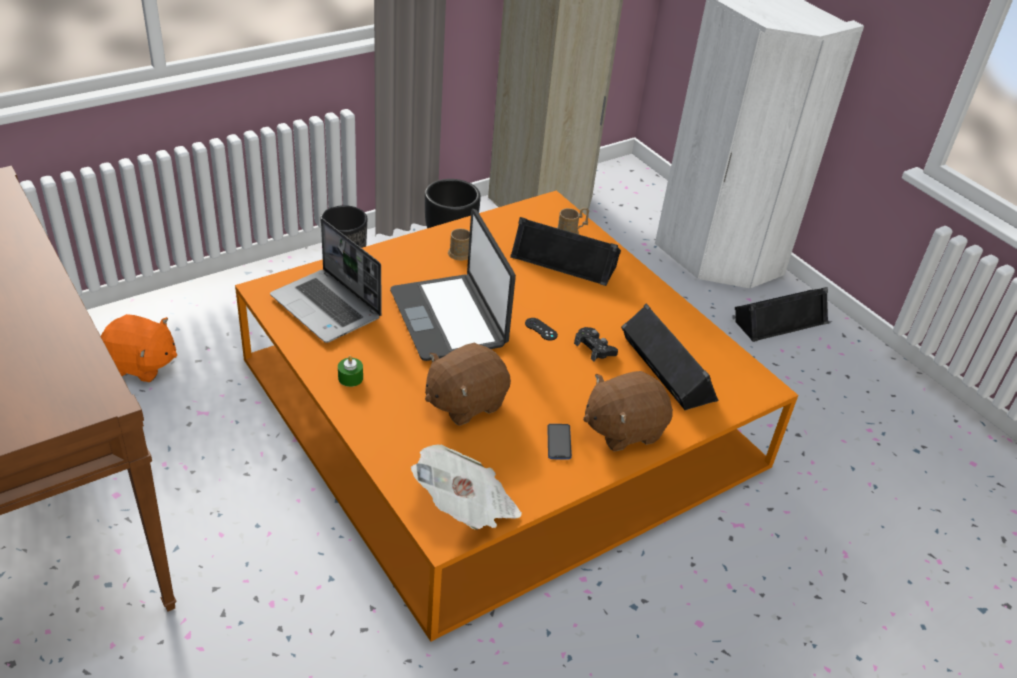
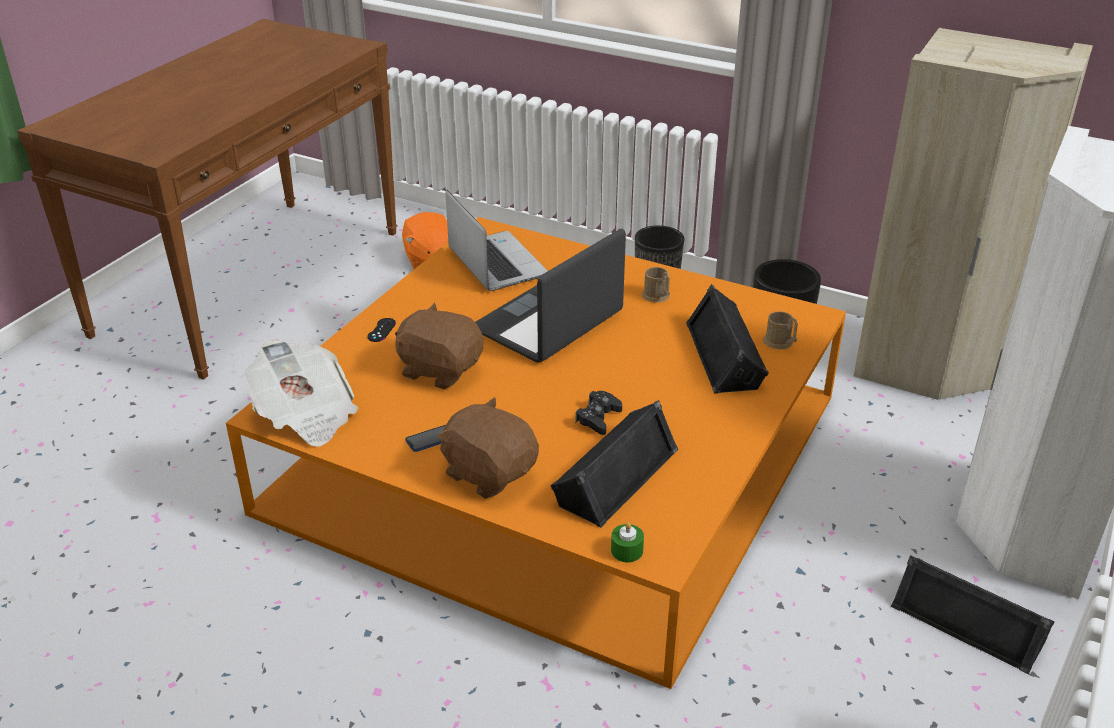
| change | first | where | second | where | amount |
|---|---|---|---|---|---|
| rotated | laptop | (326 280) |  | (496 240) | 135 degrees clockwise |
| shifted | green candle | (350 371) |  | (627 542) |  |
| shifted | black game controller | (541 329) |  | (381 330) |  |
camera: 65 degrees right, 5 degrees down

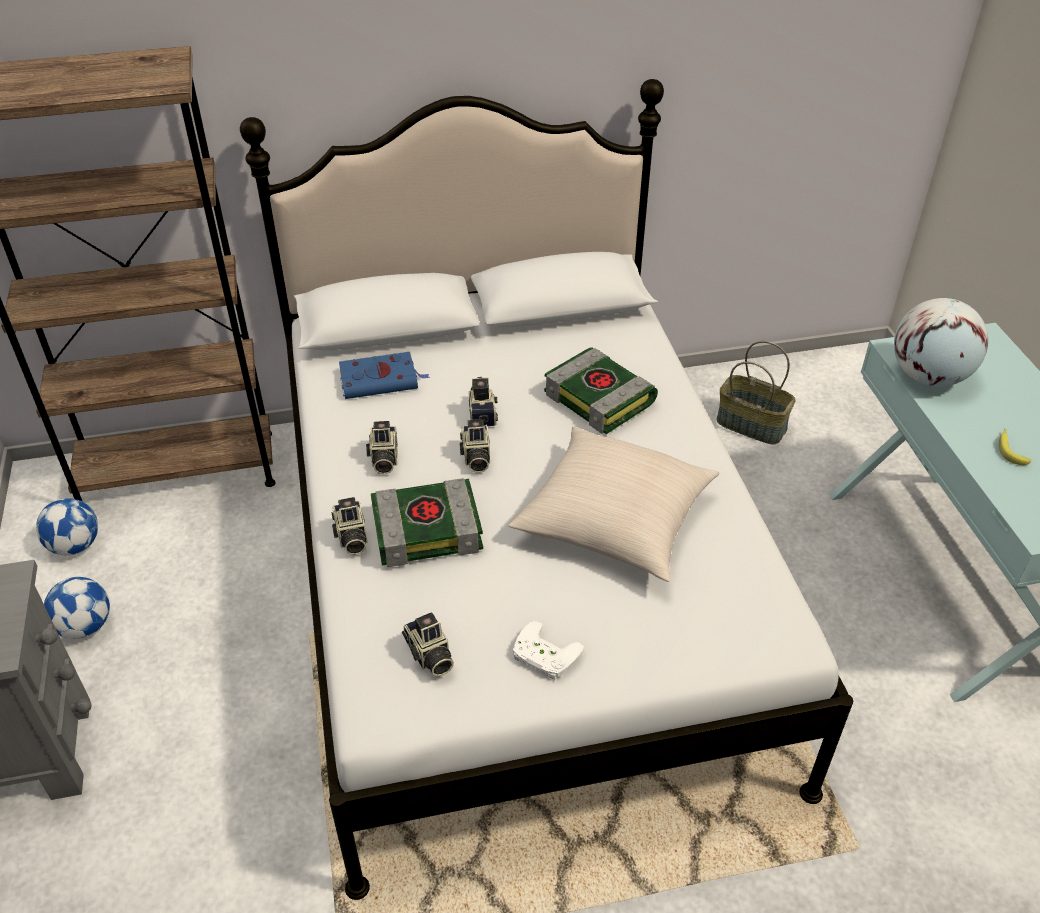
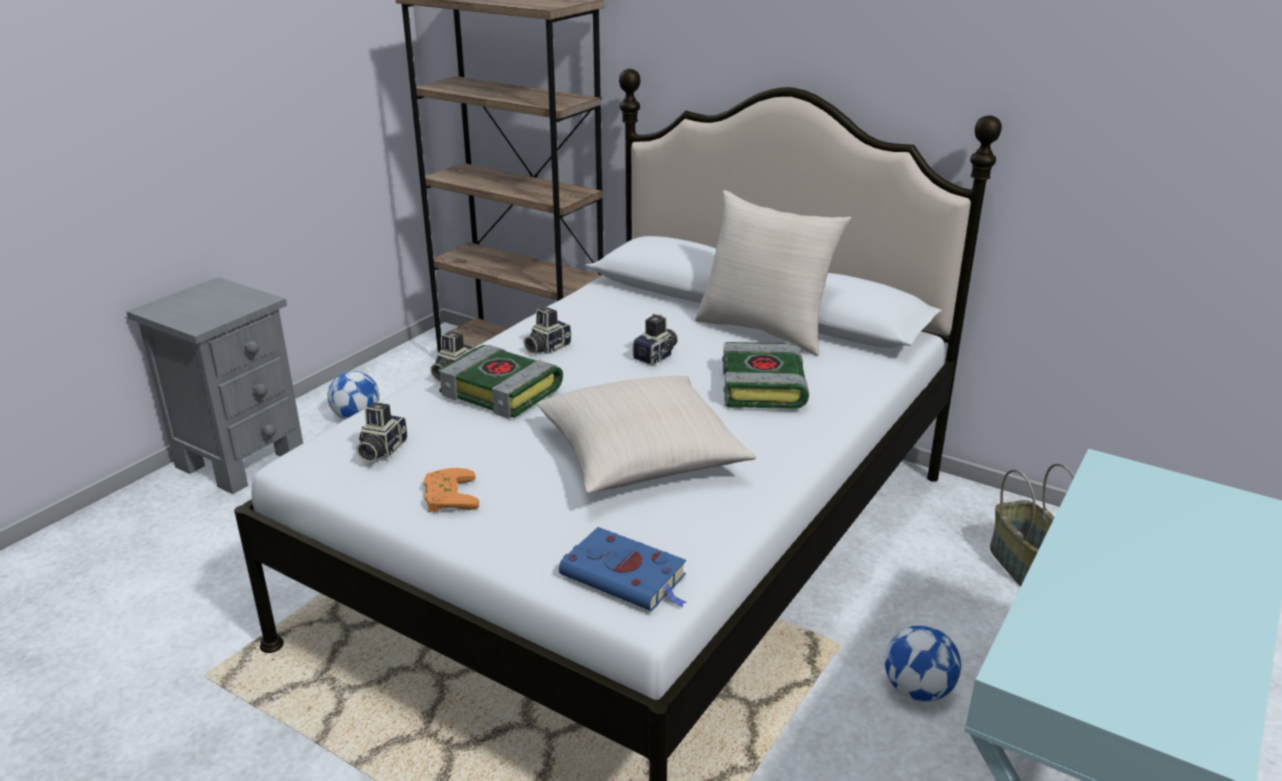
| change | first | where | second | where | amount |
|---|---|---|---|---|---|
| shifted | football | (67 526) |  | (923 663) |  |
| shifted | blue book | (384 375) |  | (623 569) |  |
| gone | photo camera | (475 446) |  |  |  |
| repainted | white game controller | (548 650) | orange game controller | (451 490) |  |
| gone | globe | (941 342) |  |  |  |
| gone | banana | (1015 446) |  |  |  |
| new |  |  | beige pillow | (773 273) |  |
camera: 45 degrees right, 15 degrees down

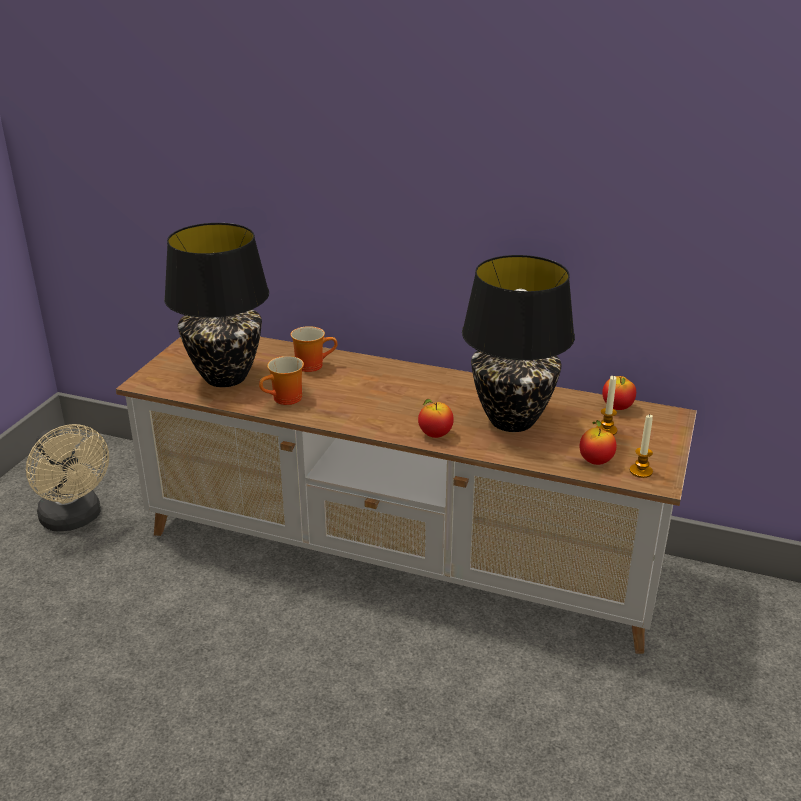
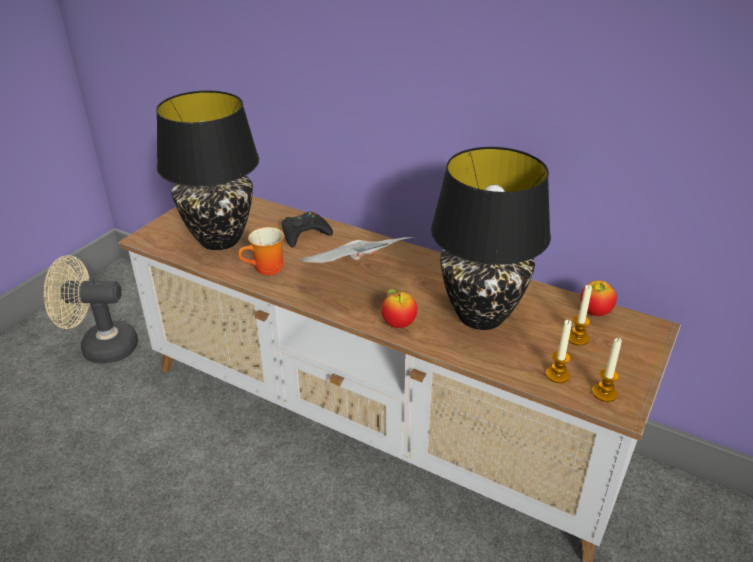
| change | first | where | second | where | amount |
|---|---|---|---|---|---|
| rotated | beige fan | (67 477) |  | (91 309) | 120 degrees clockwise |
| swapped | mug | (314 349) | black game controller | (307 230) |  |
| swapped | apple | (598 442) | candle | (559 351) |  |
| new |  |  | newspaper | (356 250) |  |
camera: 10 degrees right, 5 degrees up

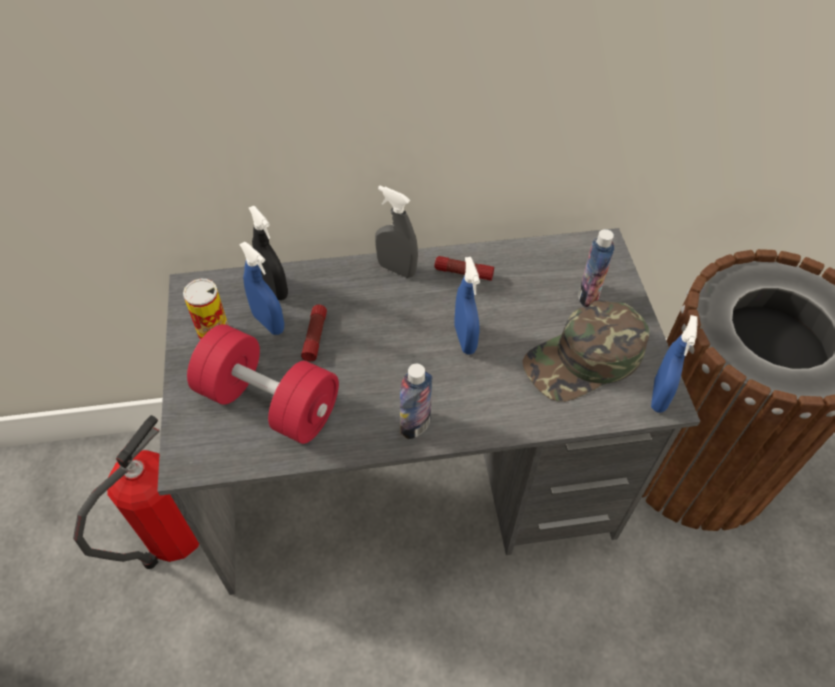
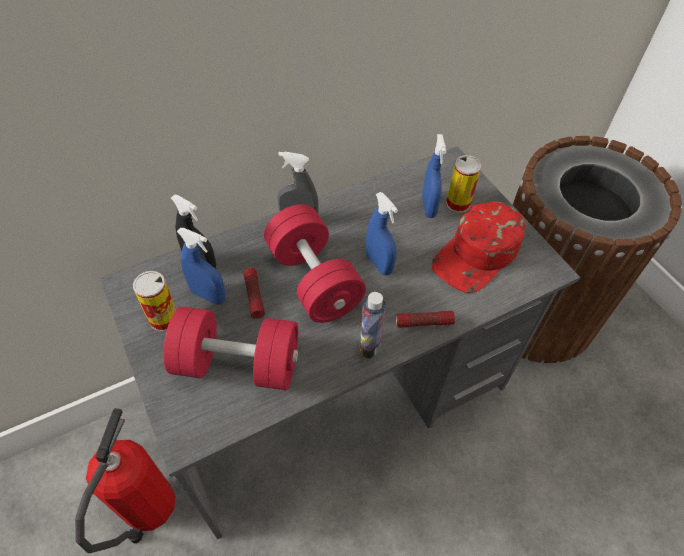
| change | first | where | second | where | amount |
|---|---|---|---|---|---|
| shifted | flashlight | (464 268) |  | (425 319) |  |
| repainted | green cap | (585 351) | red cap | (478 247) |  |
| swapped | bottle | (596 268) | can | (463 184) |  |
| shifted | blue spray bottle | (674 364) |  | (434 176) |  |
| new |  |  | red dumbbell | (315 263) |  |
camera: 20 degrees left, 0 degrees up

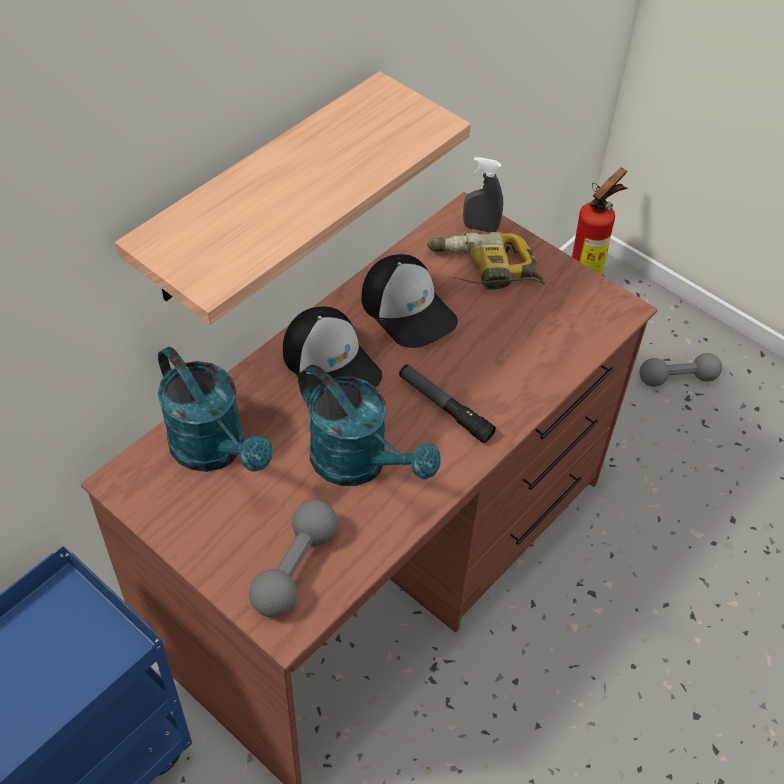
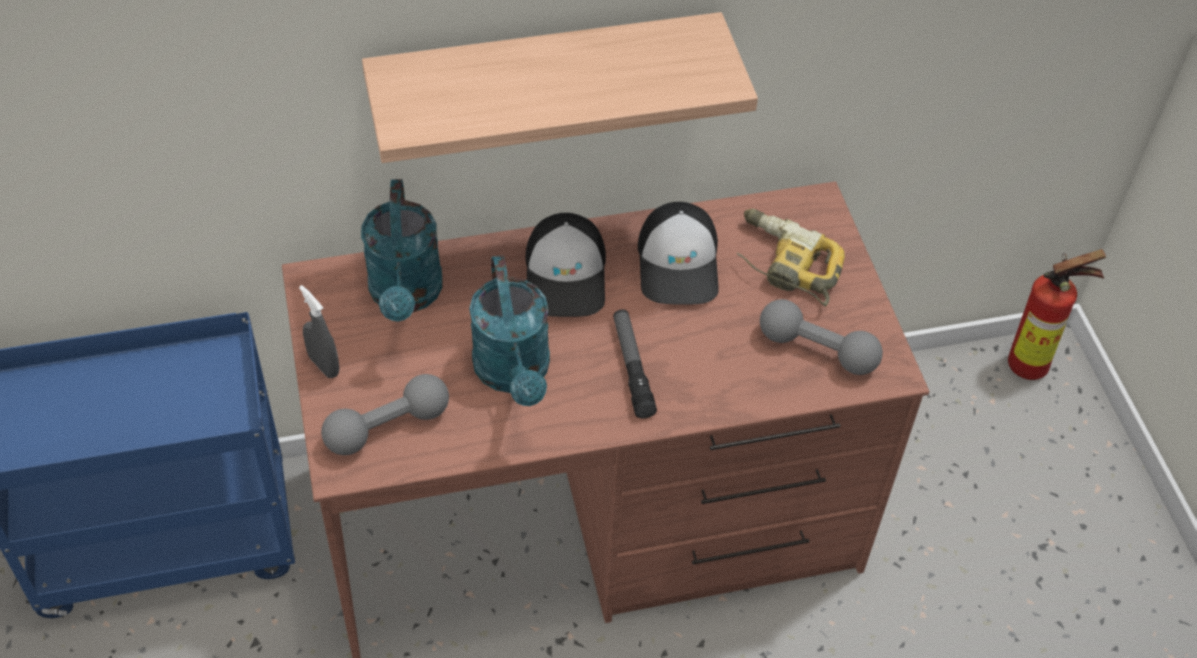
| change | first | where | second | where | amount |
|---|---|---|---|---|---|
| shifted | grey spray bottle | (483 194) |  | (319 331) |  |
| shifted | grey dumbbell | (681 370) |  | (821 337) |  |
camera: 35 degrees right, 0 degrees up

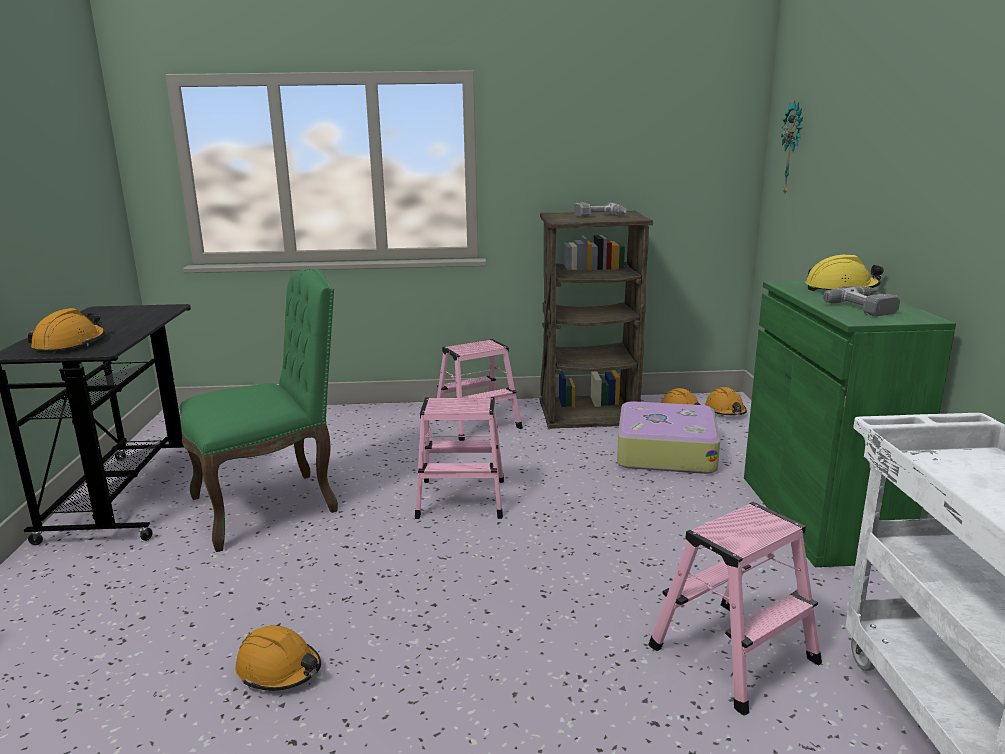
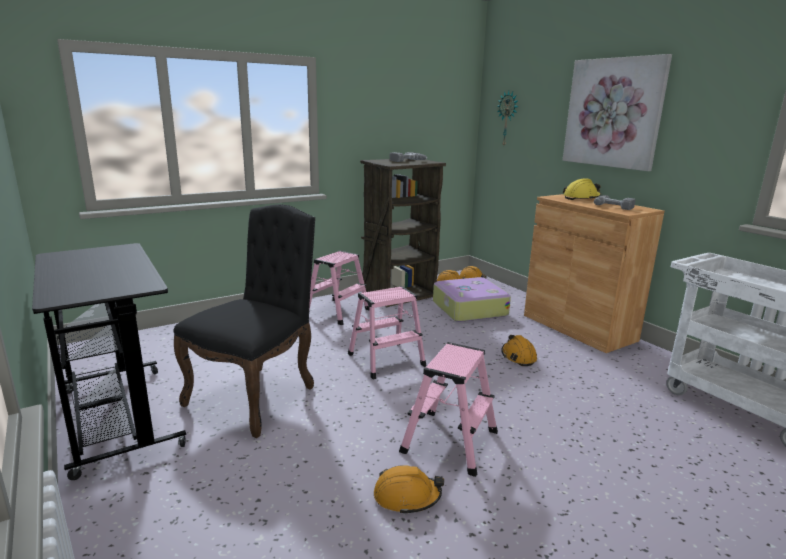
| change | first | where | second | where | amount |
|---|---|---|---|---|---|
| shifted | orange hard hat | (67 331) |  | (519 350) |  |
| repainted | green chair | (259 410) | black chair | (244 321) |  |
| shifted | pink step ladder | (735 609) |  | (448 409) |  |
| repainted | green cabinet | (850 424) | brown cabinet | (594 273) |  |
| new |  |  | picture | (617 112) |  |
camera: 30 degrees left, 0 degrees up

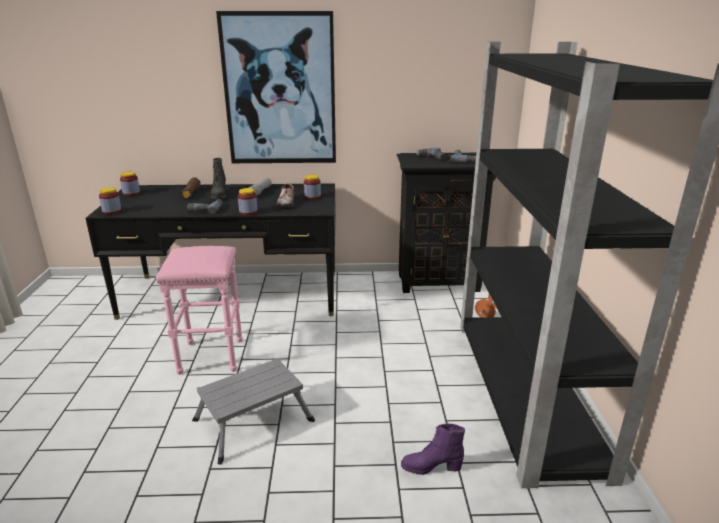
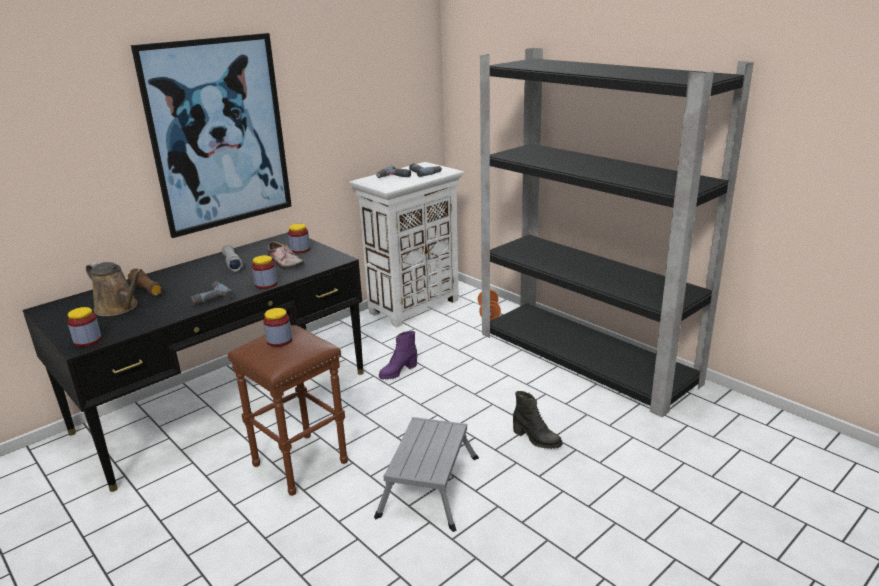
| change | first | where | second | where | amount |
|---|---|---|---|---|---|
| shifted | jar | (130 184) |  | (277 327) |  |
| repainted | pink stool | (199 310) | brown stool | (288 410) |  |
| shifted | black boot | (218 178) |  | (537 420) |  |
| repainted | black cabinet | (446 223) | white cabinet | (406 244) |  |
| shifted | purple boot | (433 449) |  | (398 355) |  |
| new |  |  | brown watering can | (114 289) |  |
camera: 40 degrees left, 0 degrees up

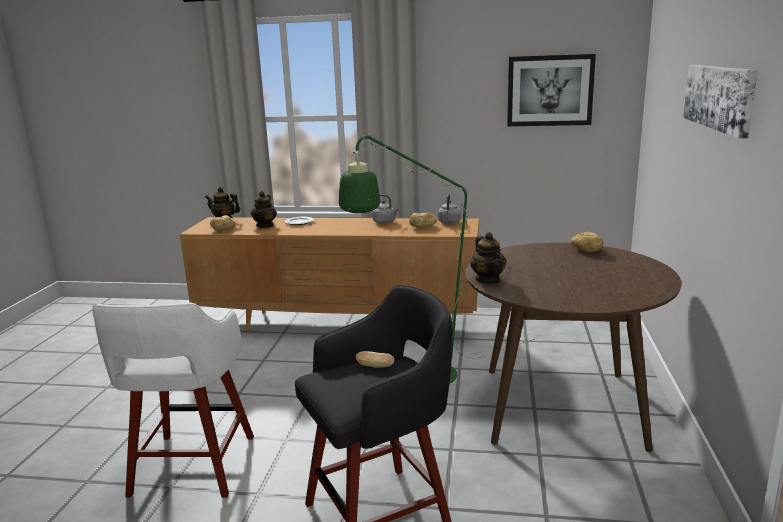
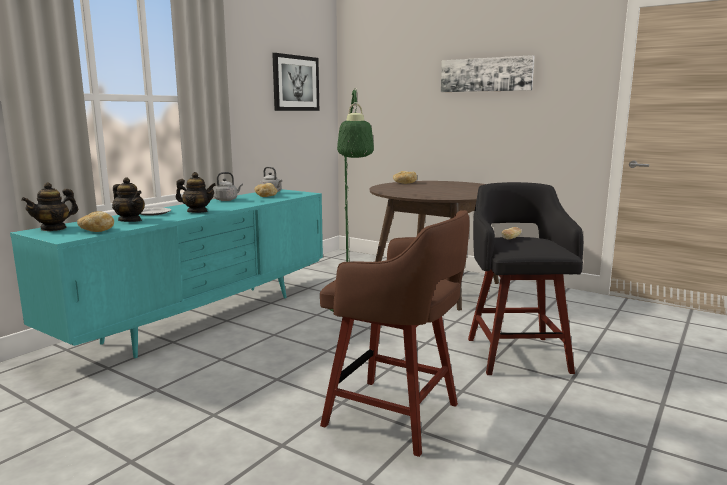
| change | first | where | second | where | amount |
|---|---|---|---|---|---|
| repainted | white stool | (173 400) | brown stool | (395 333) |  |
| repainted | brown cabinet | (329 274) | turquoise cabinet | (166 273) |  |
| shifted | teapot | (488 258) |  | (196 192) |  |
camera: 65 degrees left, 5 degrees down

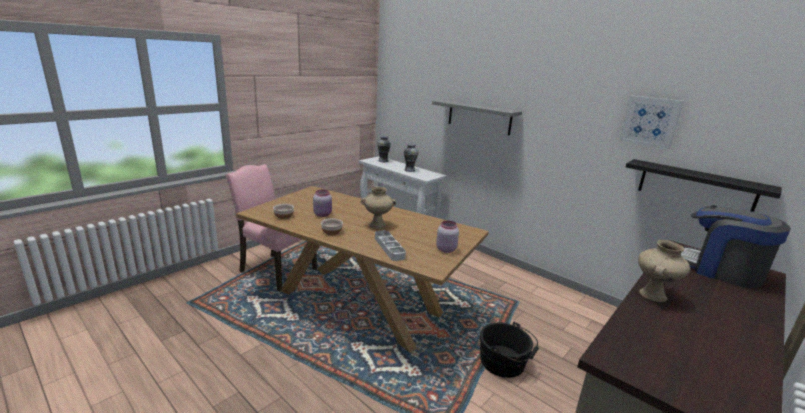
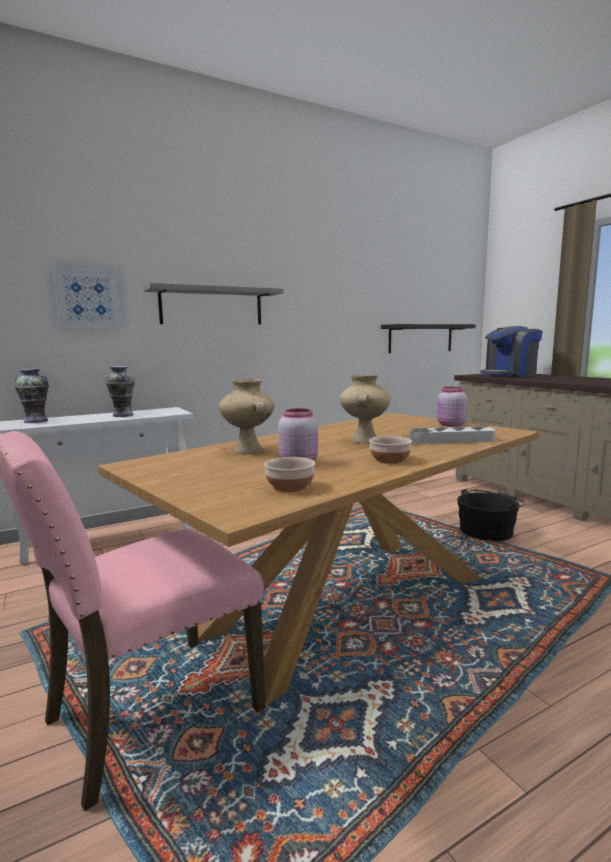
| change | first | where | second | where | amount |
|---|---|---|---|---|---|
| shifted | picture | (651 122) |  | (87 297) |  |
| shifted | beige vase | (664 271) |  | (246 416) |  |
camera: 70 degrees left, 10 degrees down

